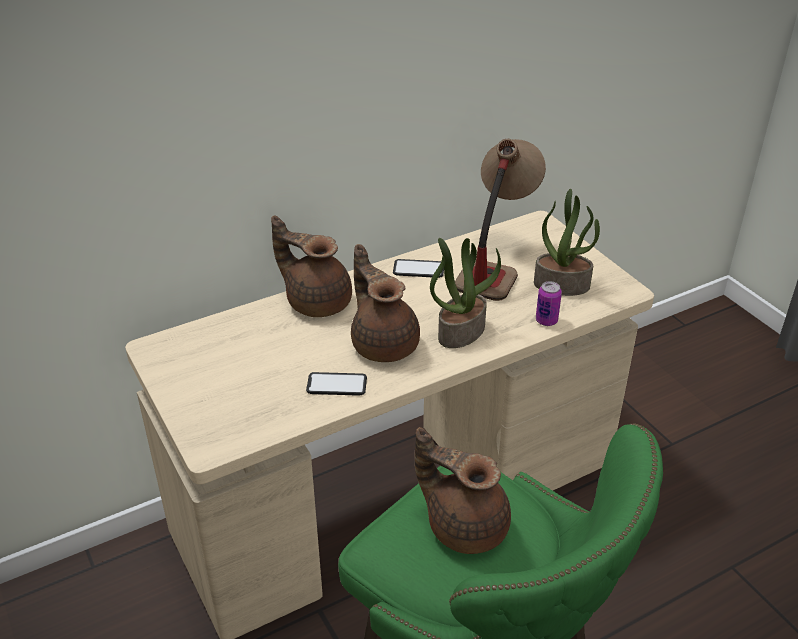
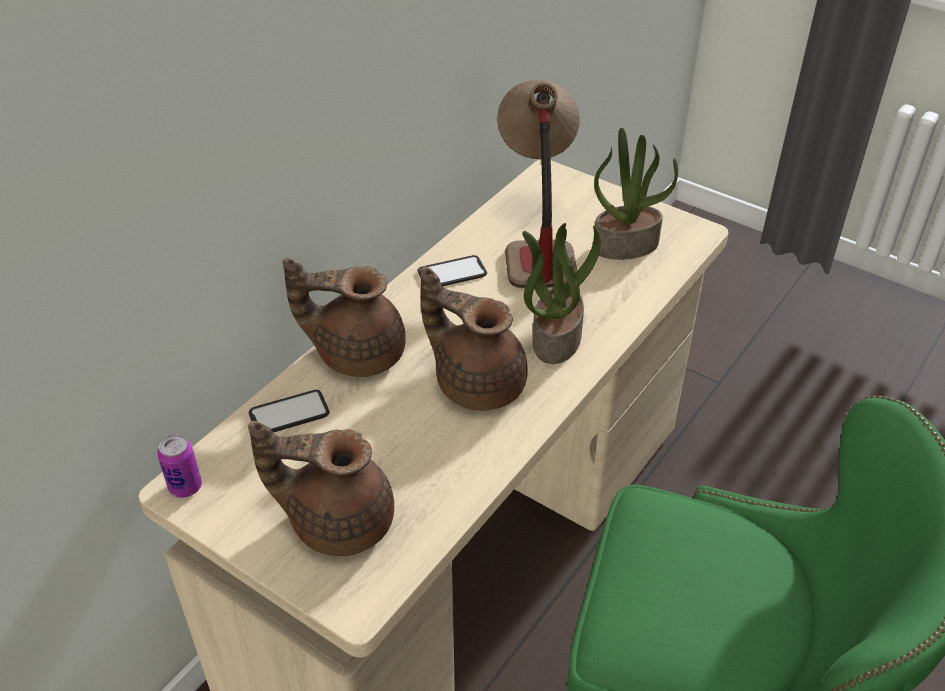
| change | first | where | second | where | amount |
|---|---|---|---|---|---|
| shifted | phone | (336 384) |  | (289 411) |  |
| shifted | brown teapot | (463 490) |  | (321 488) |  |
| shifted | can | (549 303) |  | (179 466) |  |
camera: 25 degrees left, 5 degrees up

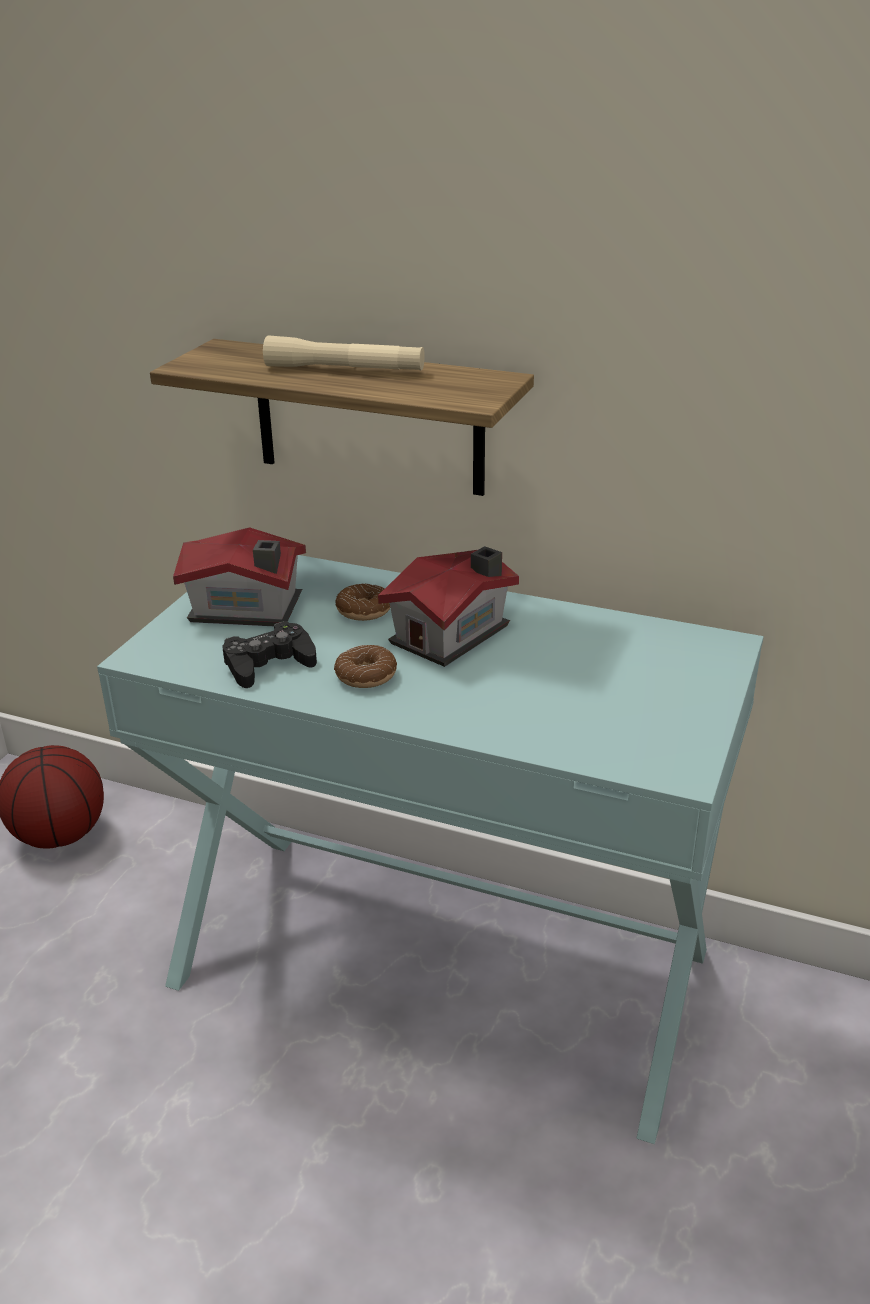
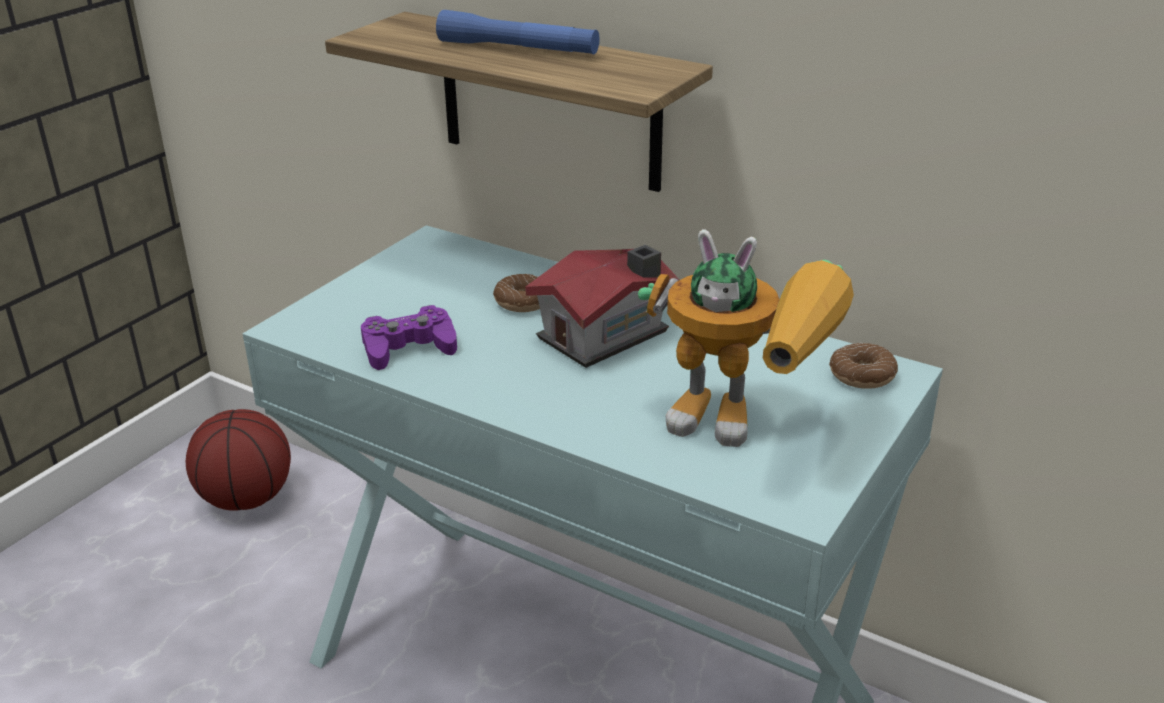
| change | first | where | second | where | amount |
|---|---|---|---|---|---|
| gone | toy house | (239 576) |  |  |  |
| repainted | black game controller | (269 654) | purple game controller | (409 337) |  |
| repainted | beige flashlight | (344 353) | blue flashlight | (517 32) |  |
| shifted | donut | (365 666) |  | (863 366) |  |
| new |  |  | toy robot | (746 338) |  |
camera: 10 degrees right, 0 degrees up

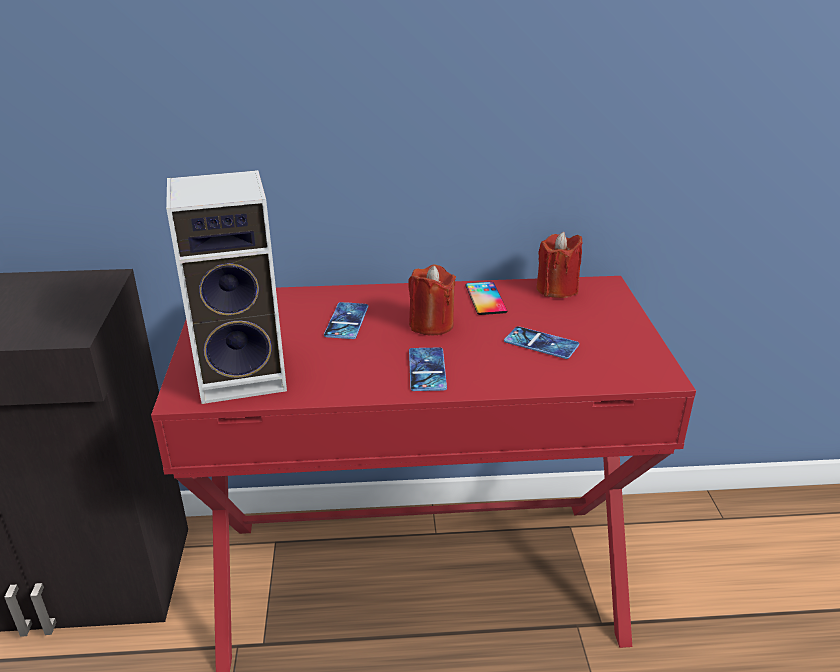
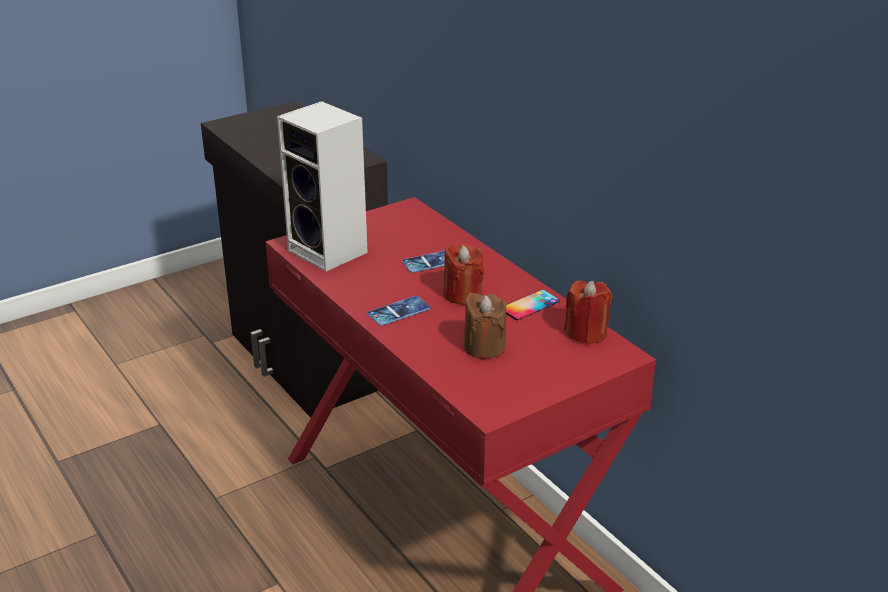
| change | first | where | second | where | amount |
|---|---|---|---|---|---|
| swapped | phone | (541 342) | brown candle | (485 326) |  |
camera: 60 degrees right, 0 degrees up

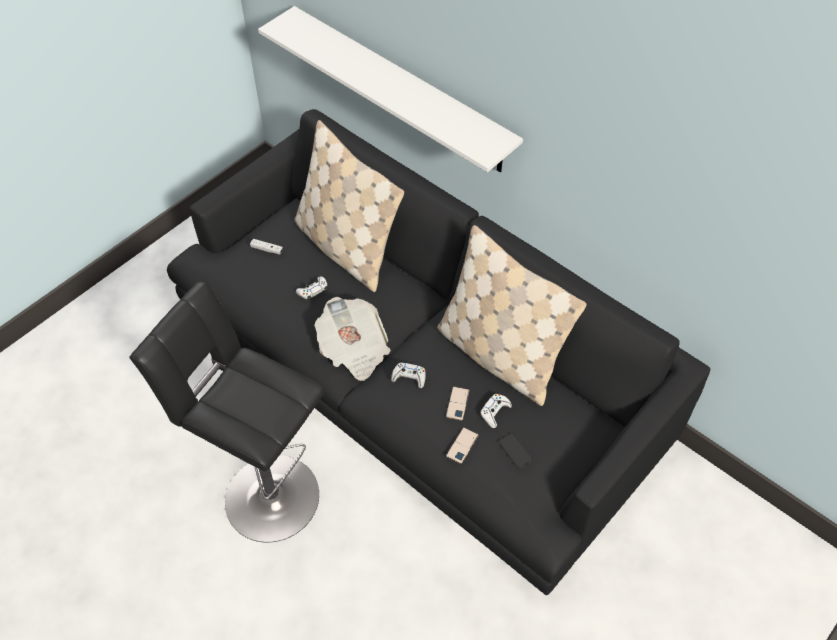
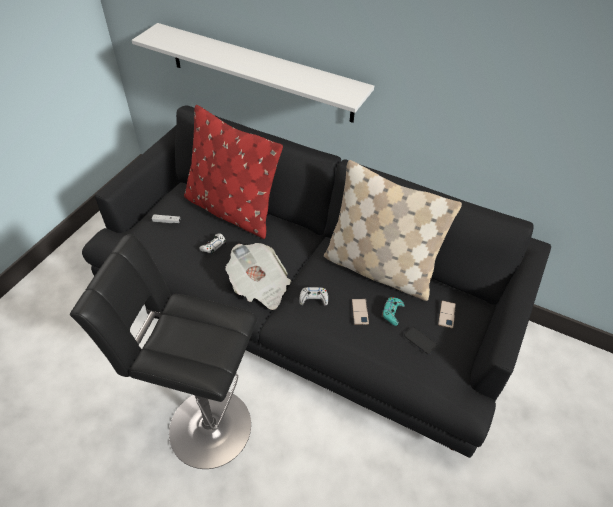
| change | first | where | second | where | amount |
|---|---|---|---|---|---|
| repainted | beige pillow | (349 206) | red pillow | (233 172) |  |
| shifted | phone | (462 445) |  | (447 314) |  |
| repainted | white game controller | (496 411) | turquoise game controller | (393 311) |  |
camera: 15 degrees left, 5 degrees down

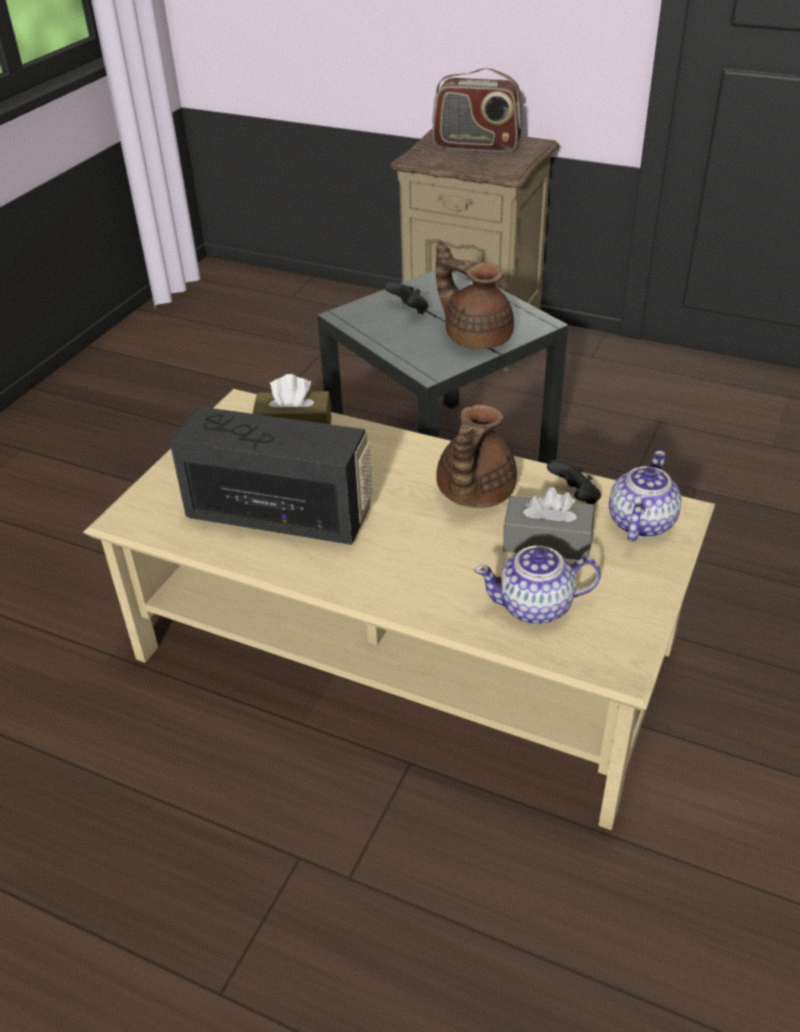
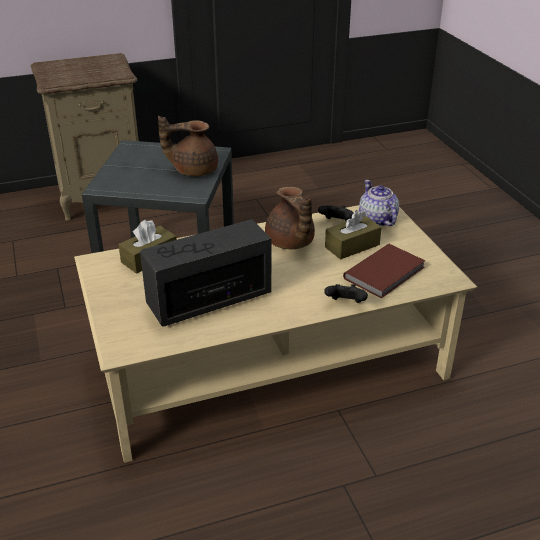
| change | first | where | second | where | amount |
|---|---|---|---|---|---|
| shifted | black game controller | (406 297) |  | (346 293) |  |
| gone | radio | (477 110) |  |  |  |
| swapped | teapot | (537 585) | brown book | (384 271) |  |
| repainted | grey tissue box | (548 523) | brown tissue box | (353 235) |  |
camera: 45 degrees left, 5 degrees down

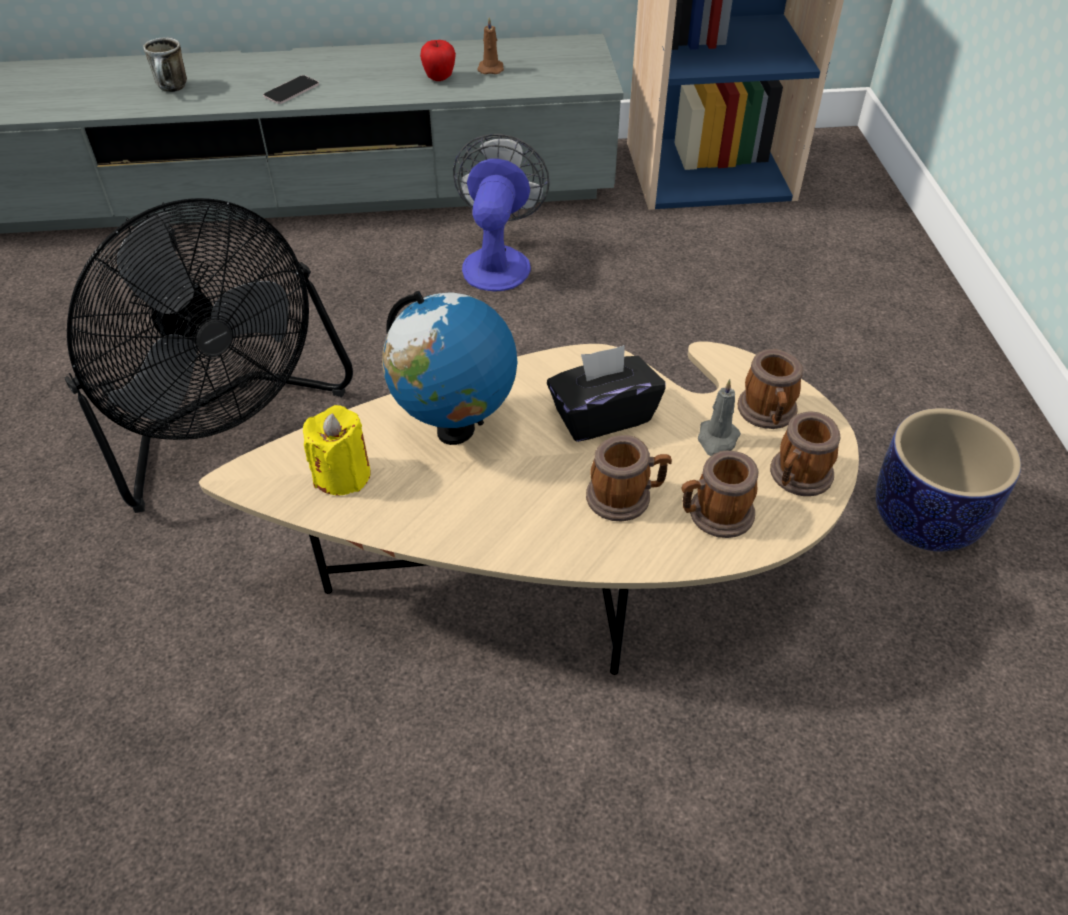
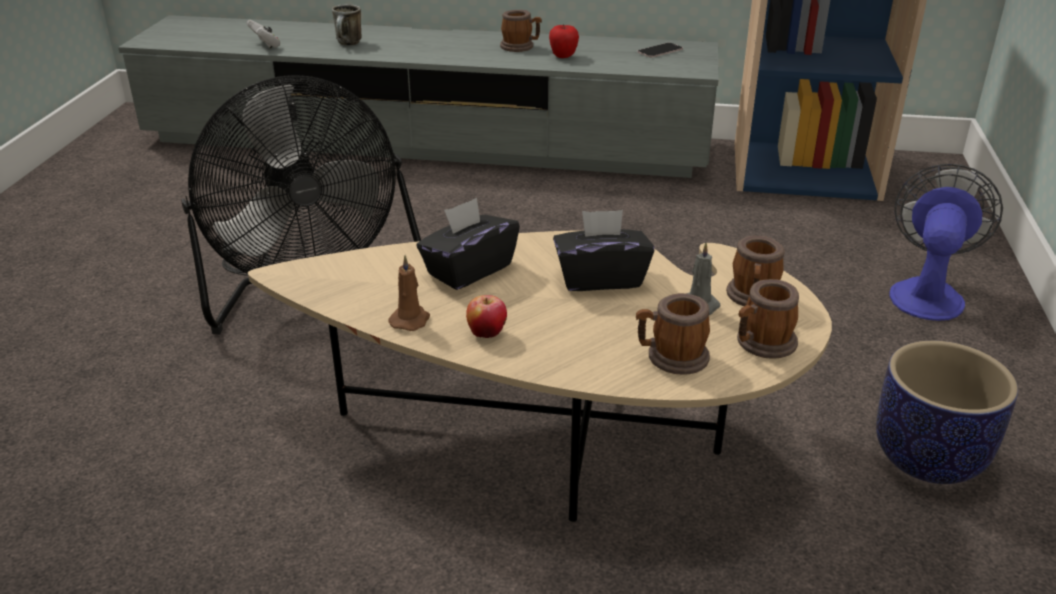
| change | first | where | second | where | amount |
|---|---|---|---|---|---|
| shifted | phone | (291 89) |  | (660 50) |  |
| gone | yellow candle | (337 450) |  |  |  |
| swapped | globe | (449 368) | black tissue box | (468 244) |  |
| shifted | fan | (501 213) |  | (946 242) |  |
| shifted | brown candle | (490 45) |  | (409 293) |  |
| shifted | mug | (629 478) |  | (521 31) |  |
| new |  |  | white game controller | (263 33) |  |
| new |  |  | apple | (486 316) |  |
camera: 15 degrees right, 15 degrees down

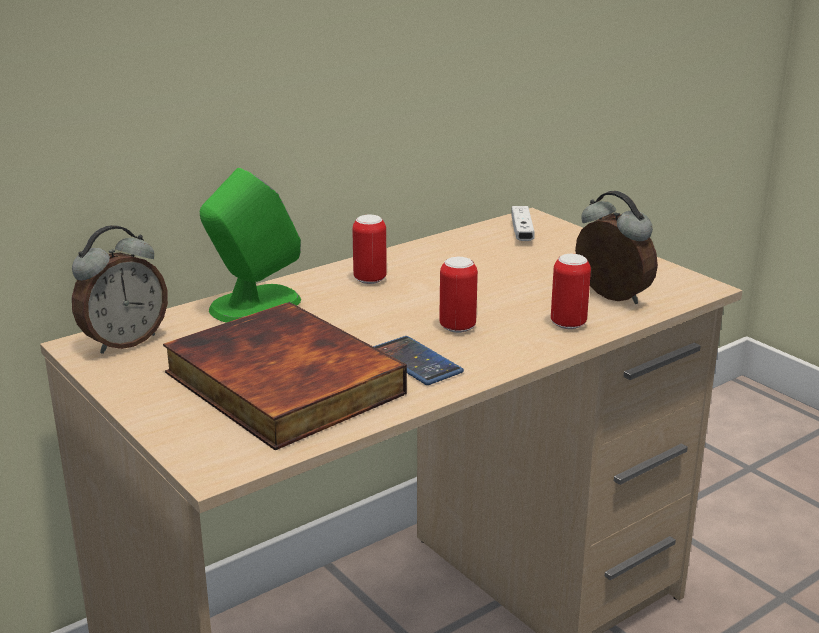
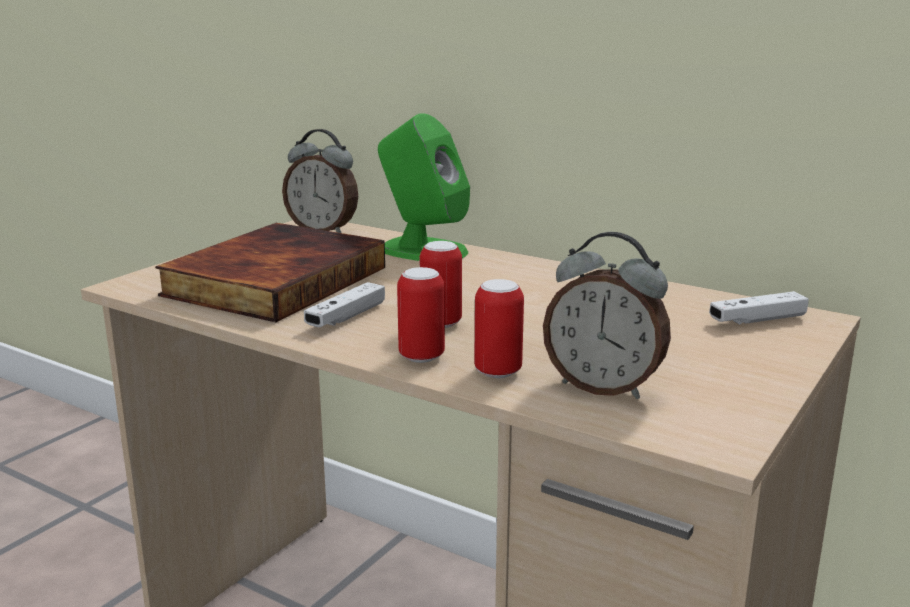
| change | first | where | second | where | amount |
|---|---|---|---|---|---|
| shifted | can | (369 249) |  | (421 315) |  |
| swapped | phone | (418 360) | white game controller | (344 304) |  |
| rotated | alarm clock | (616 247) |  | (607 315) | 90 degrees clockwise |
camera: 70 degrees right, 5 degrees down

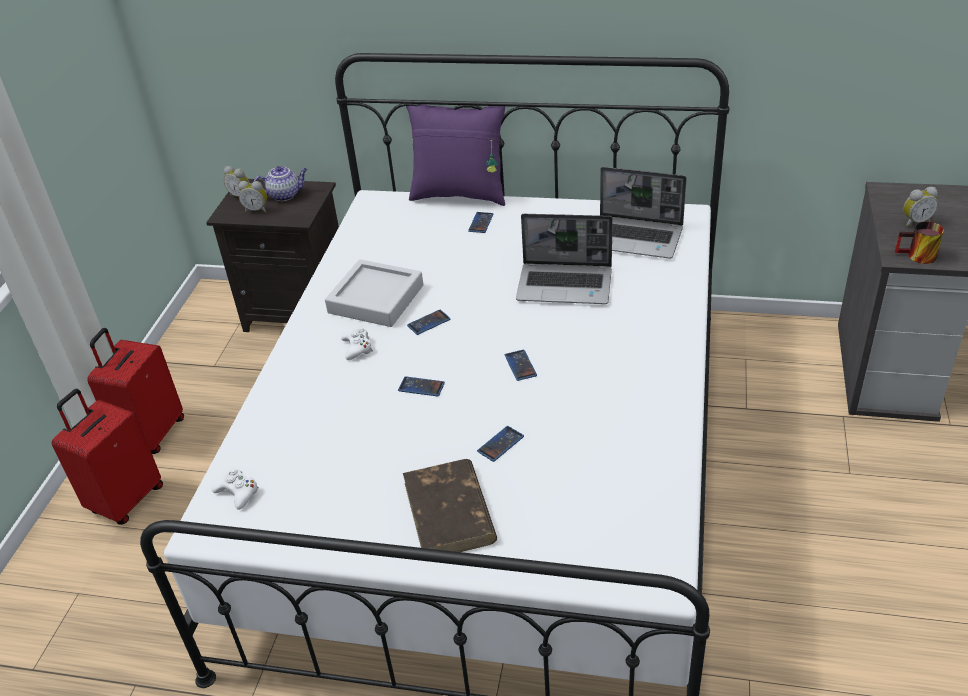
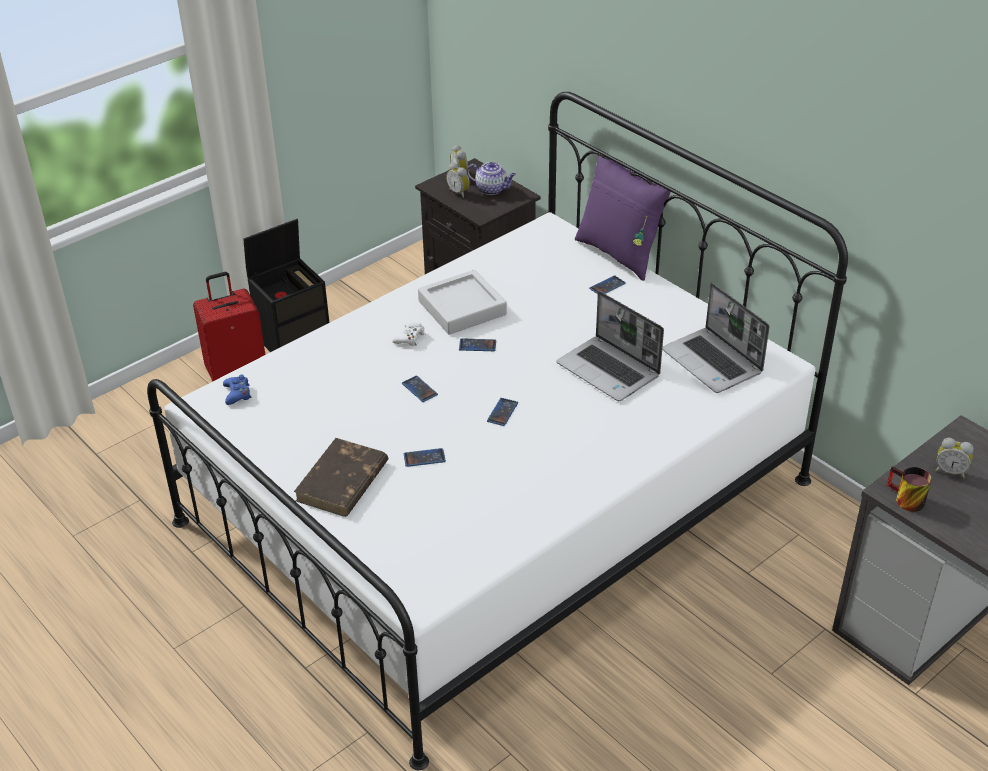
| change | first | where | second | where | amount |
|---|---|---|---|---|---|
| swapped | red suitcase | (135 391) | black storage box | (286 285) |  |
| repainted | white game controller | (235 489) | blue game controller | (237 389) |  |
camera: 35 degrees right, 0 degrees up

